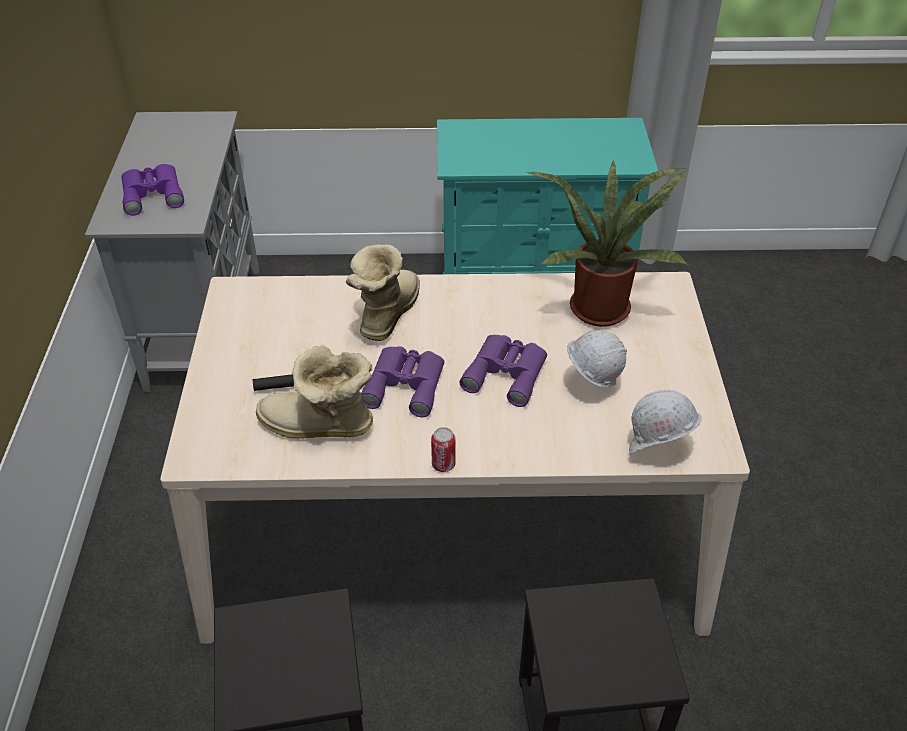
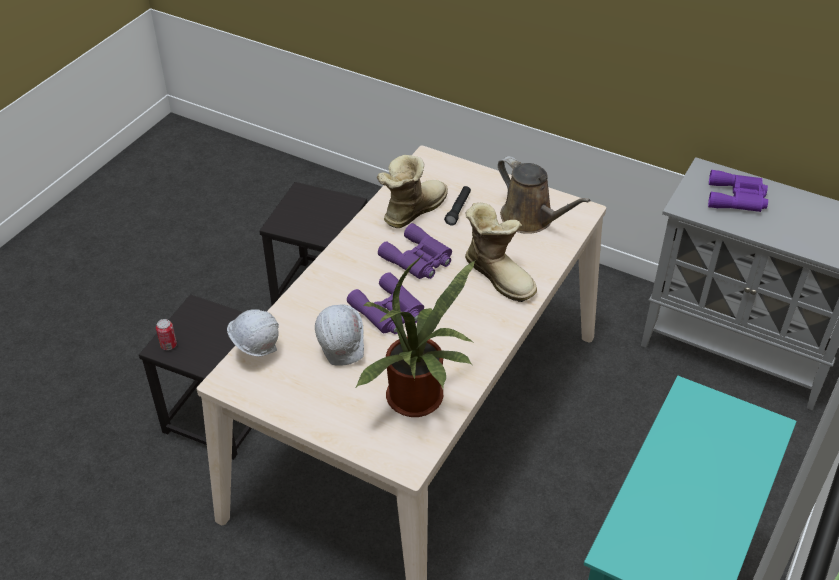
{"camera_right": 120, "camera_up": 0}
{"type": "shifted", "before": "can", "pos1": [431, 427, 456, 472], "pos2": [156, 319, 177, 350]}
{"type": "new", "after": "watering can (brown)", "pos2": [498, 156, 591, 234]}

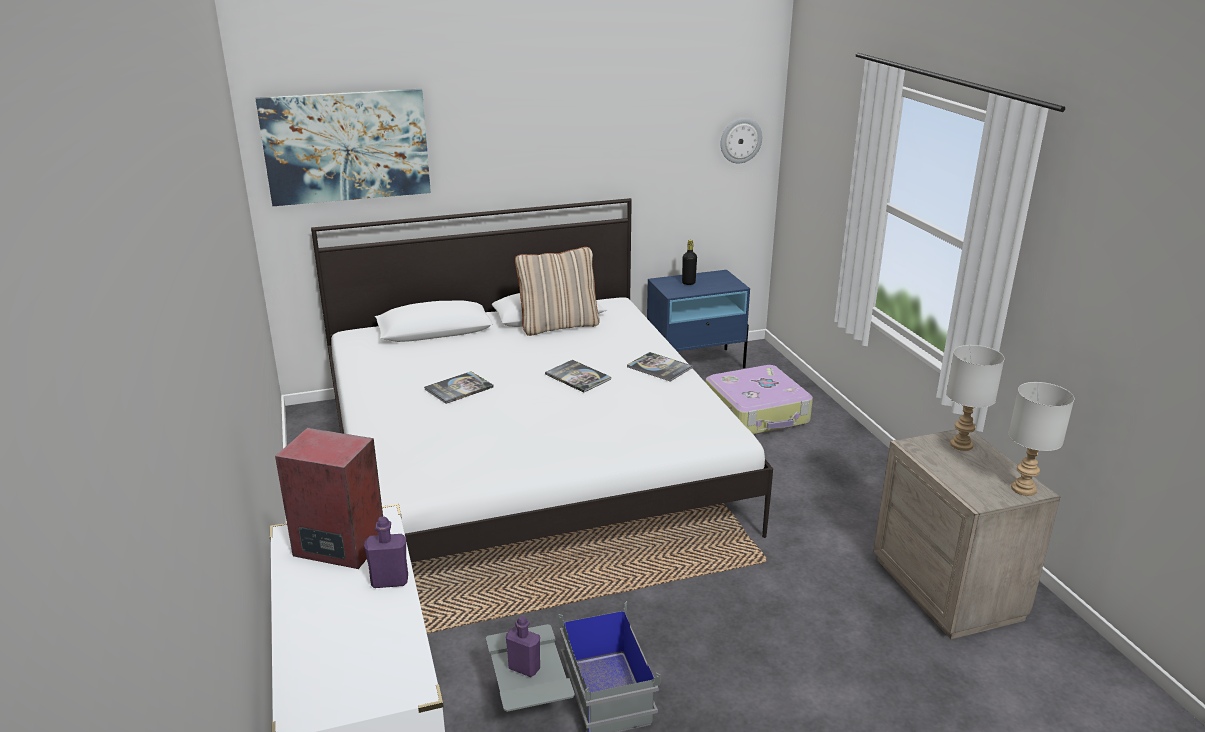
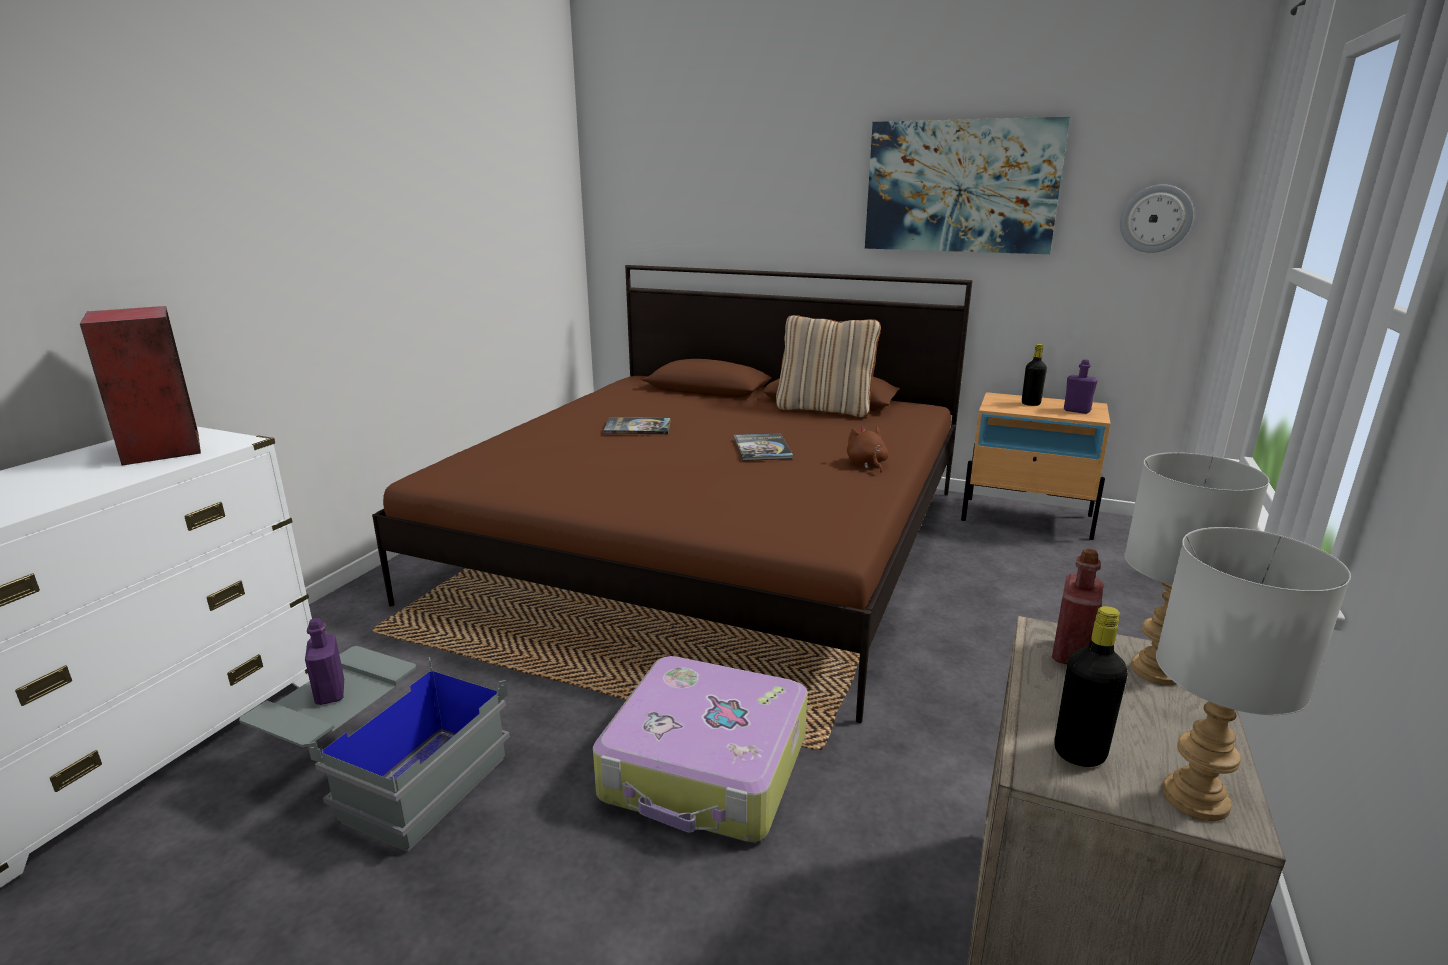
{"camera_right": 40, "camera_up": -5}
{"type": "repainted", "before": "bed (white)", "after": "bed (brown)", "pos1": [311, 198, 773, 562], "pos2": [372, 265, 972, 723]}
{"type": "shifted", "before": "suitcase", "pos1": [706, 365, 813, 435], "pos2": [593, 656, 808, 842]}
{"type": "swapped", "before": "book", "after": "plush toy (brown)", "pos1": [627, 352, 693, 381], "pos2": [847, 426, 889, 472]}
{"type": "shifted", "before": "picture", "pos1": [255, 89, 431, 206], "pos2": [865, 117, 1070, 254]}
{"type": "repainted", "before": "nightstand (blue)", "after": "nightstand (beige)", "pos1": [647, 270, 750, 368], "pos2": [961, 392, 1110, 540]}
{"type": "new", "after": "bottle (red)", "pos2": [1052, 548, 1103, 664]}
{"type": "new", "after": "bottle (black)", "pos2": [1055, 606, 1128, 767]}
{"type": "shifted", "before": "bottle (purple)", "pos1": [364, 517, 408, 588], "pos2": [1064, 359, 1098, 414]}

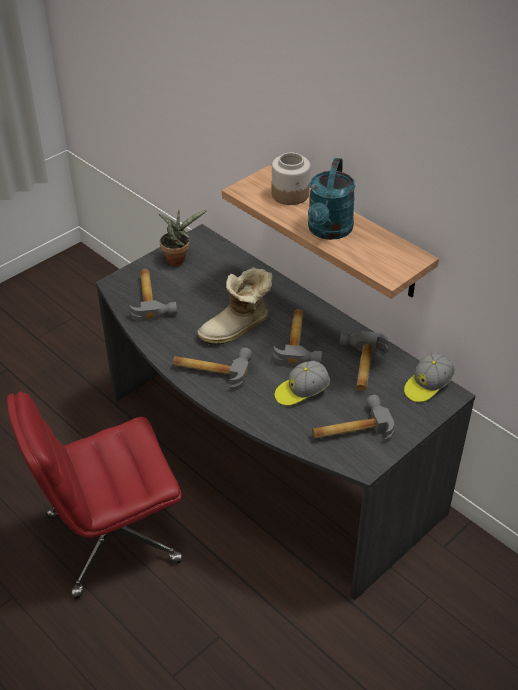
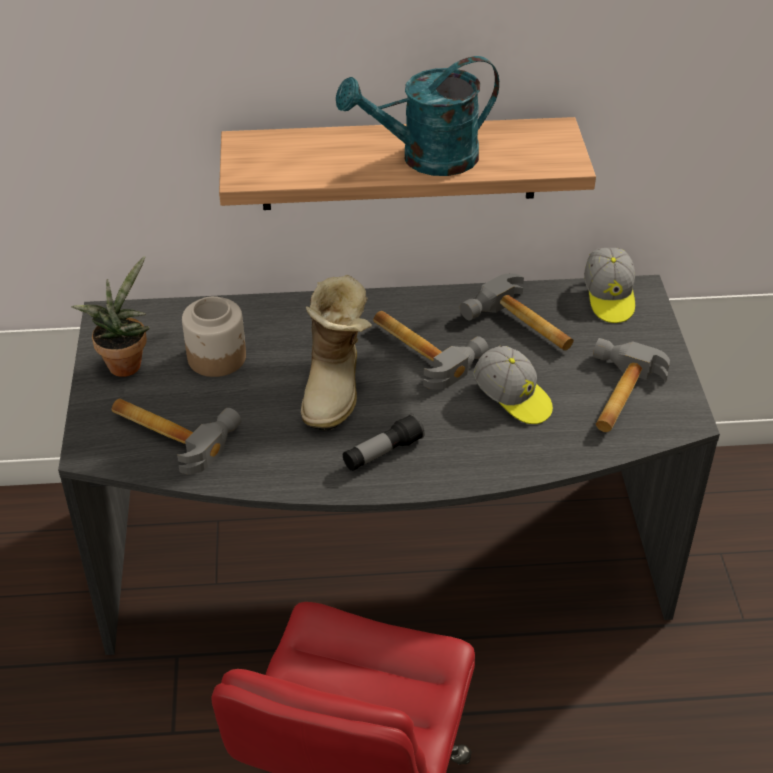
{"camera_right": -50, "camera_up": 0}
{"type": "shifted", "before": "jar", "pos1": [272, 152, 311, 205], "pos2": [182, 296, 246, 377]}
{"type": "rotated", "before": "watering can (turquoise)", "pos1": [308, 158, 356, 240], "pos2": [336, 56, 499, 176], "turn": 105}
{"type": "swapped", "before": "hammer", "after": "flashlight", "pos1": [173, 348, 252, 391], "pos2": [343, 414, 425, 471]}
{"type": "rotated", "before": "cap", "pos1": [275, 361, 330, 406], "pos2": [473, 346, 553, 424], "turn": -60}

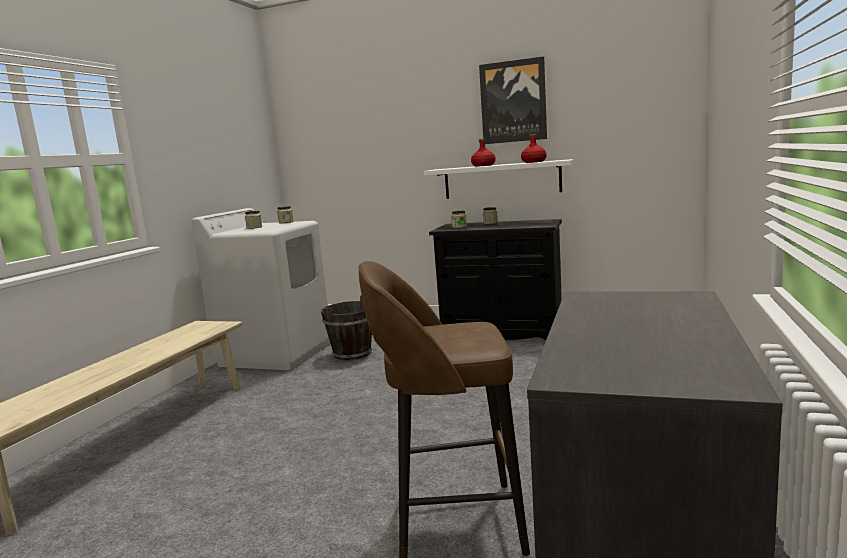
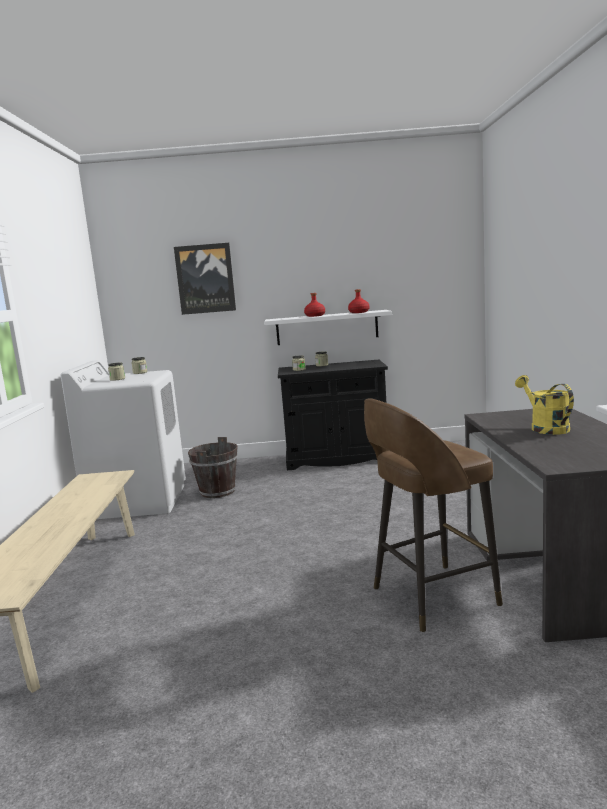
{"camera_right": -20, "camera_up": 0}
{"type": "shifted", "before": "picture", "pos1": [479, 56, 547, 144], "pos2": [174, 243, 236, 315]}
{"type": "new", "after": "watering can (yellow)", "pos2": [515, 375, 574, 435]}

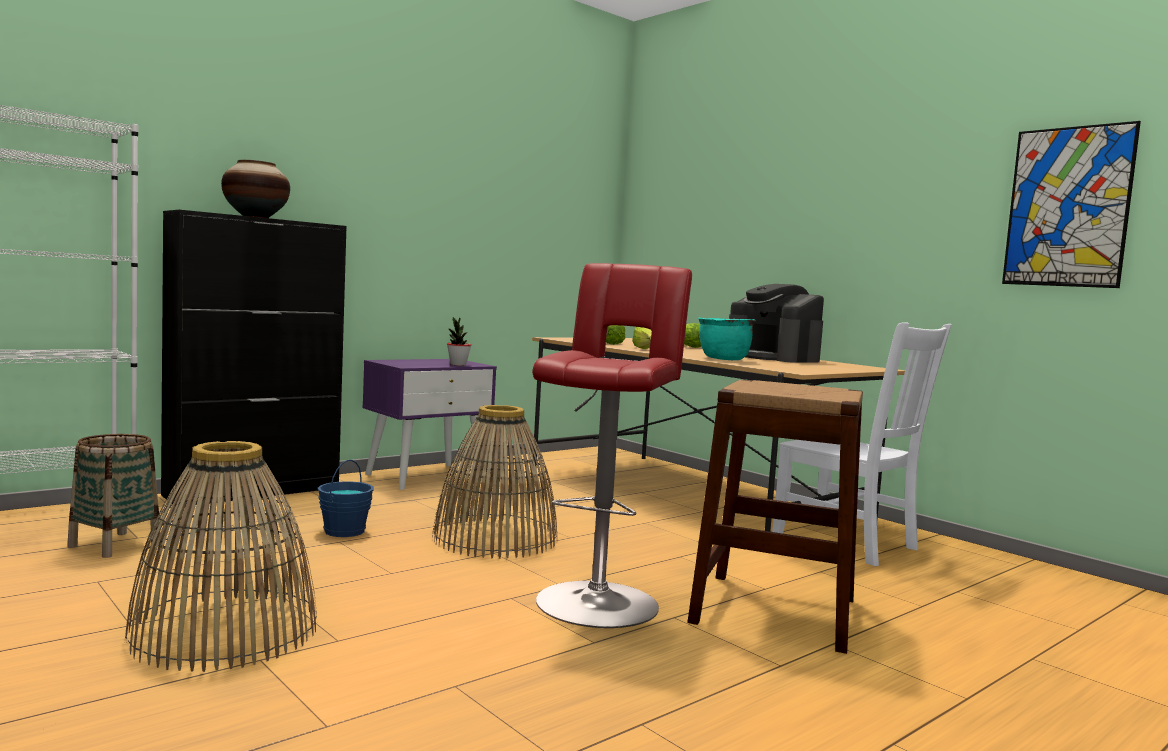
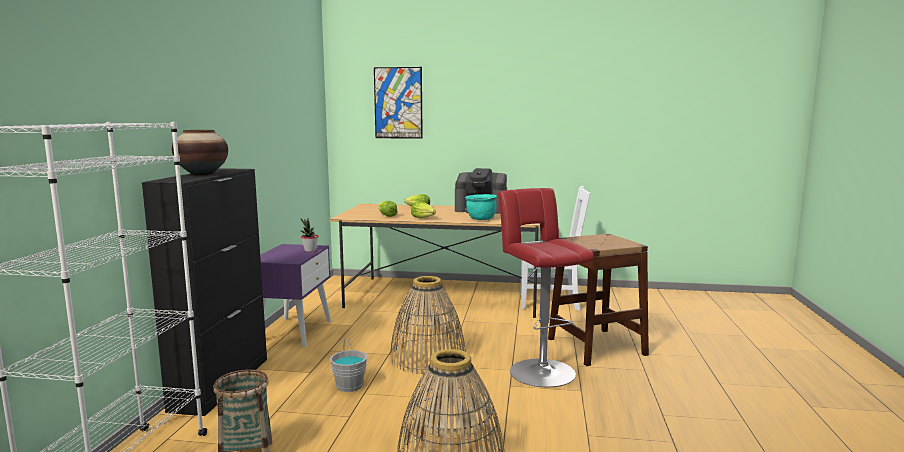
{"camera_right": -40, "camera_up": 5}
{"type": "repainted", "before": "bucket (blue)", "after": "bucket (grey)", "pos1": [318, 460, 374, 537], "pos2": [330, 338, 367, 392]}
{"type": "shifted", "before": "picture", "pos1": [1002, 121, 1141, 288], "pos2": [374, 67, 423, 139]}

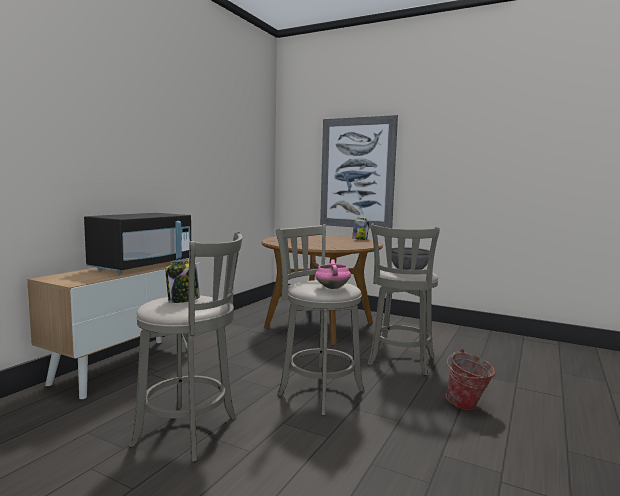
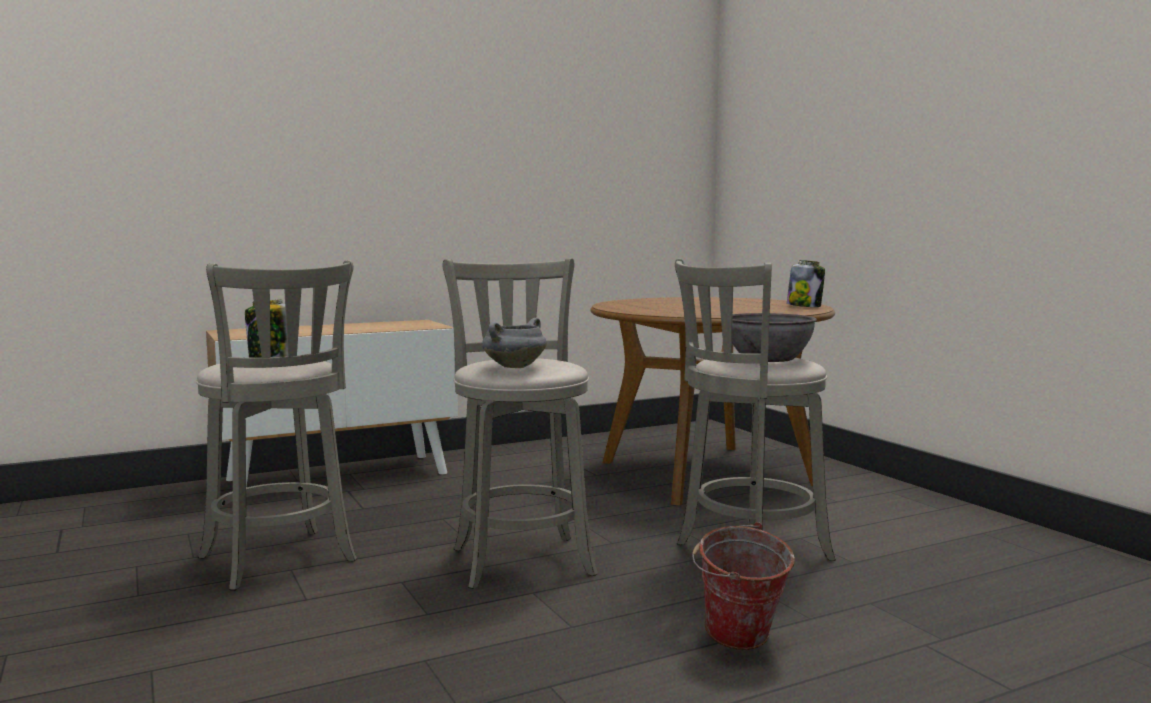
{"camera_right": 35, "camera_up": 0}
{"type": "repainted", "before": "cooking pot (pink)", "after": "cooking pot (grey)", "pos1": [315, 259, 351, 289], "pos2": [482, 318, 547, 368]}
{"type": "gone", "before": "microwave (black)", "pos1": [84, 213, 191, 273]}
{"type": "gone", "before": "picture", "pos1": [320, 115, 398, 229]}

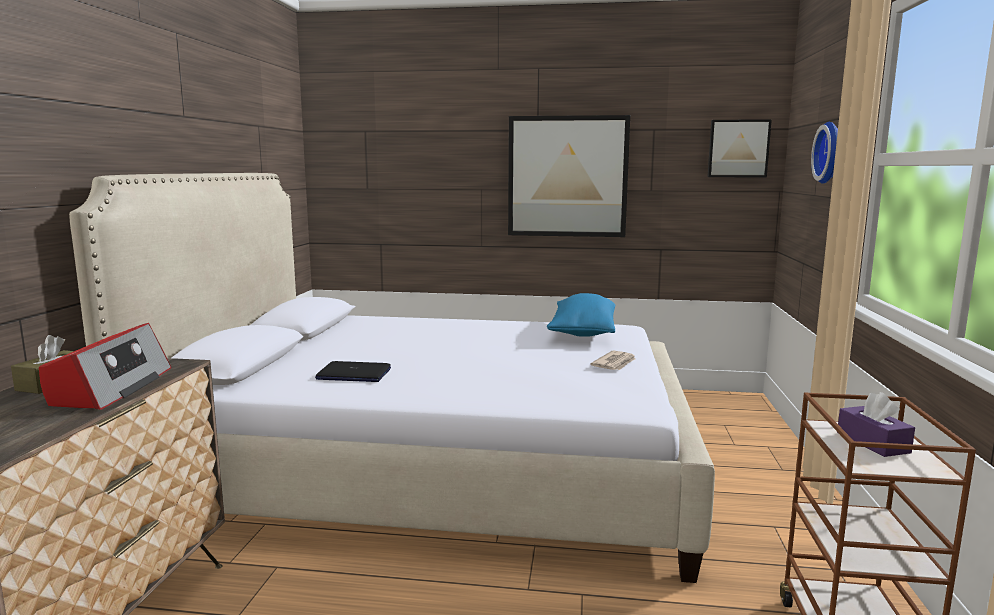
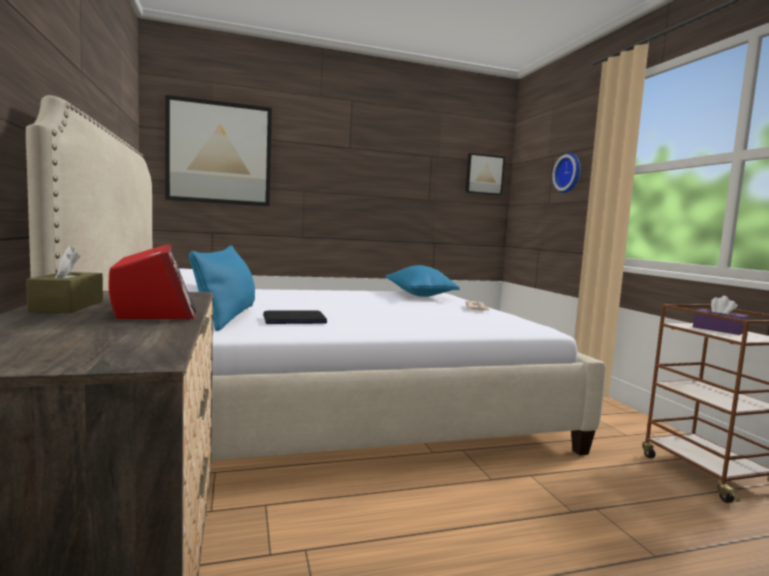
{"camera_right": -25, "camera_up": -5}
{"type": "shifted", "before": "picture", "pos1": [508, 115, 630, 237], "pos2": [165, 95, 272, 207]}
{"type": "new", "after": "pillow (blue)", "pos2": [189, 245, 255, 331]}

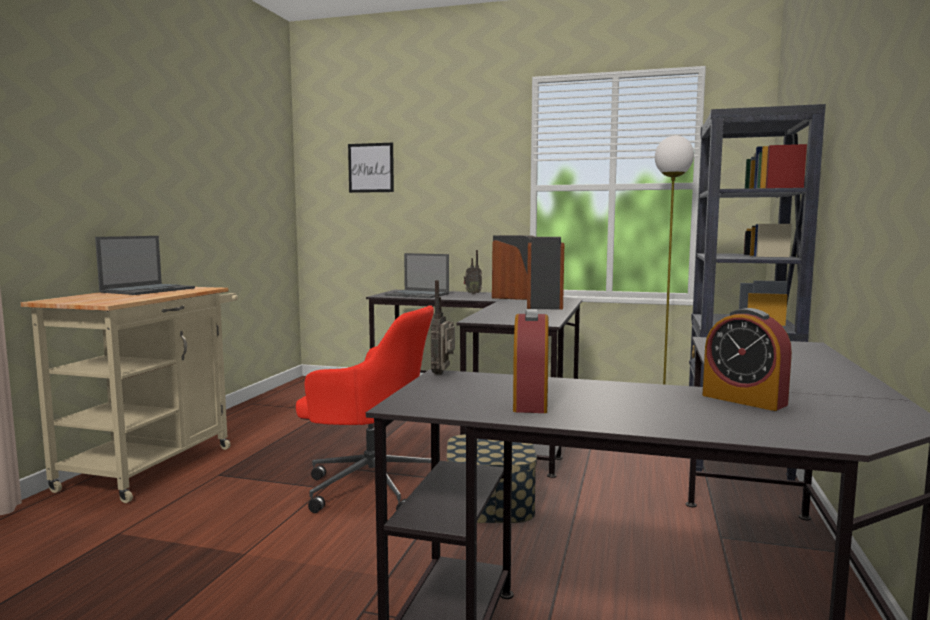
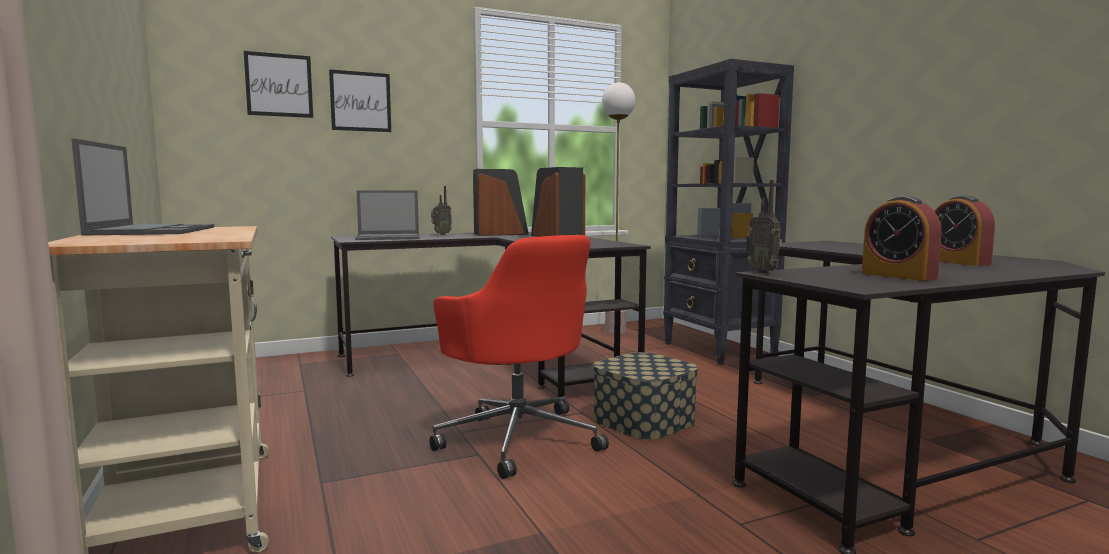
{"camera_right": -40, "camera_up": 0}
{"type": "new", "after": "picture", "pos2": [329, 69, 391, 132]}
{"type": "rotated", "before": "office chair (red)", "pos1": [296, 305, 434, 513], "pos2": [429, 235, 609, 479], "turn": 75}
{"type": "rotated", "before": "alarm clock", "pos1": [703, 308, 792, 411], "pos2": [935, 195, 995, 266], "turn": 60}

